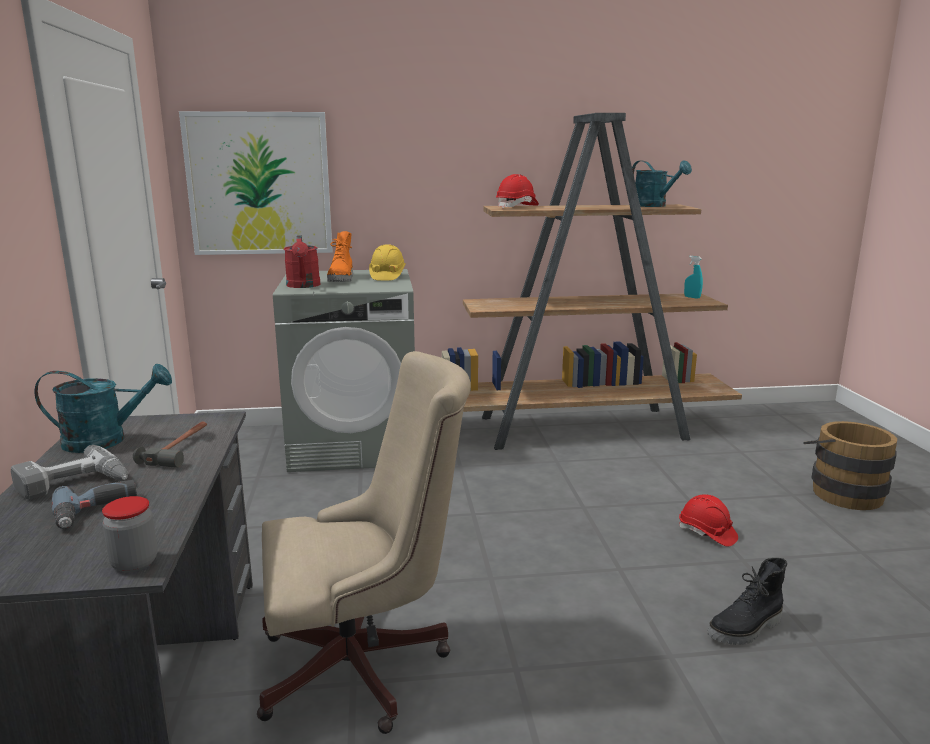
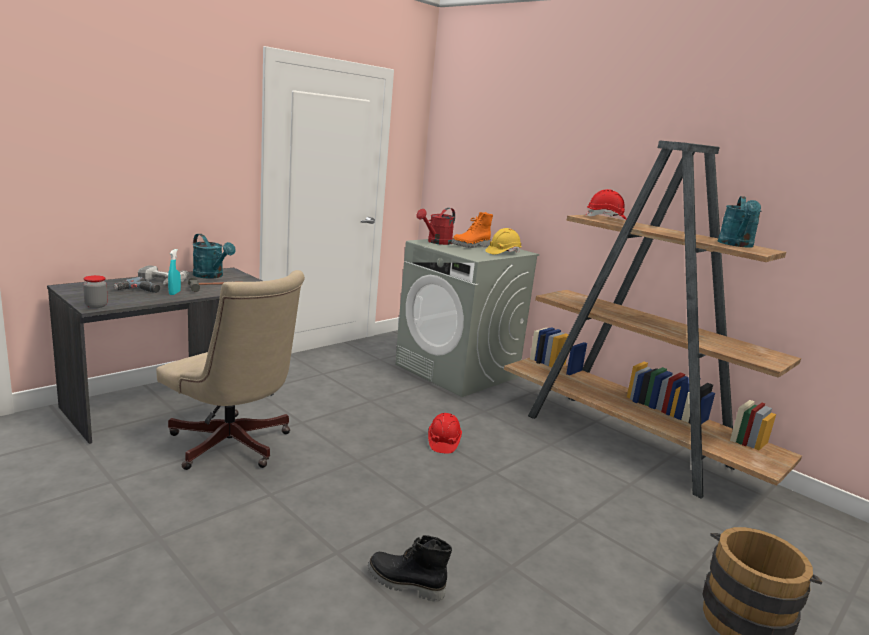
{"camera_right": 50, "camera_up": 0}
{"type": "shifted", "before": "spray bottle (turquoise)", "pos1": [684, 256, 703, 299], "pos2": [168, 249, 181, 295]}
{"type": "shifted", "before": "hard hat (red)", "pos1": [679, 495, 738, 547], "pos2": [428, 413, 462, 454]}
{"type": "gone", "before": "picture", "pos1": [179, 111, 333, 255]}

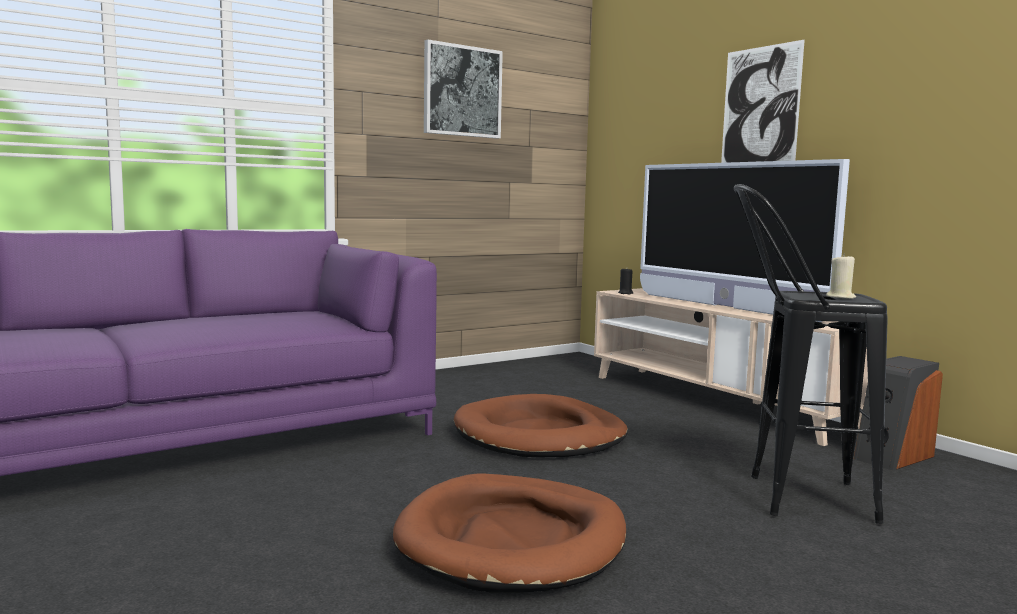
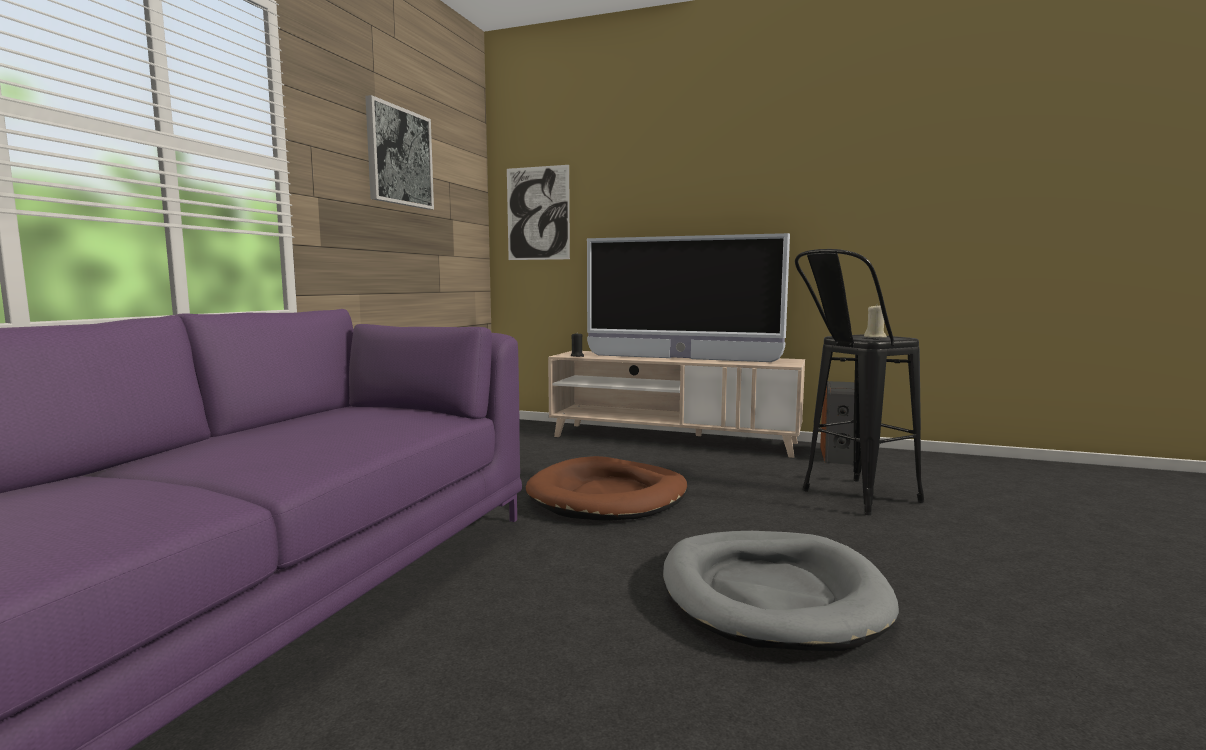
{"camera_right": -35, "camera_up": 0}
{"type": "shifted", "before": "picture", "pos1": [721, 40, 805, 163], "pos2": [507, 165, 570, 260]}
{"type": "repainted", "before": "dog bed (brown)", "after": "dog bed (grey)", "pos1": [393, 473, 626, 593], "pos2": [663, 531, 899, 651]}

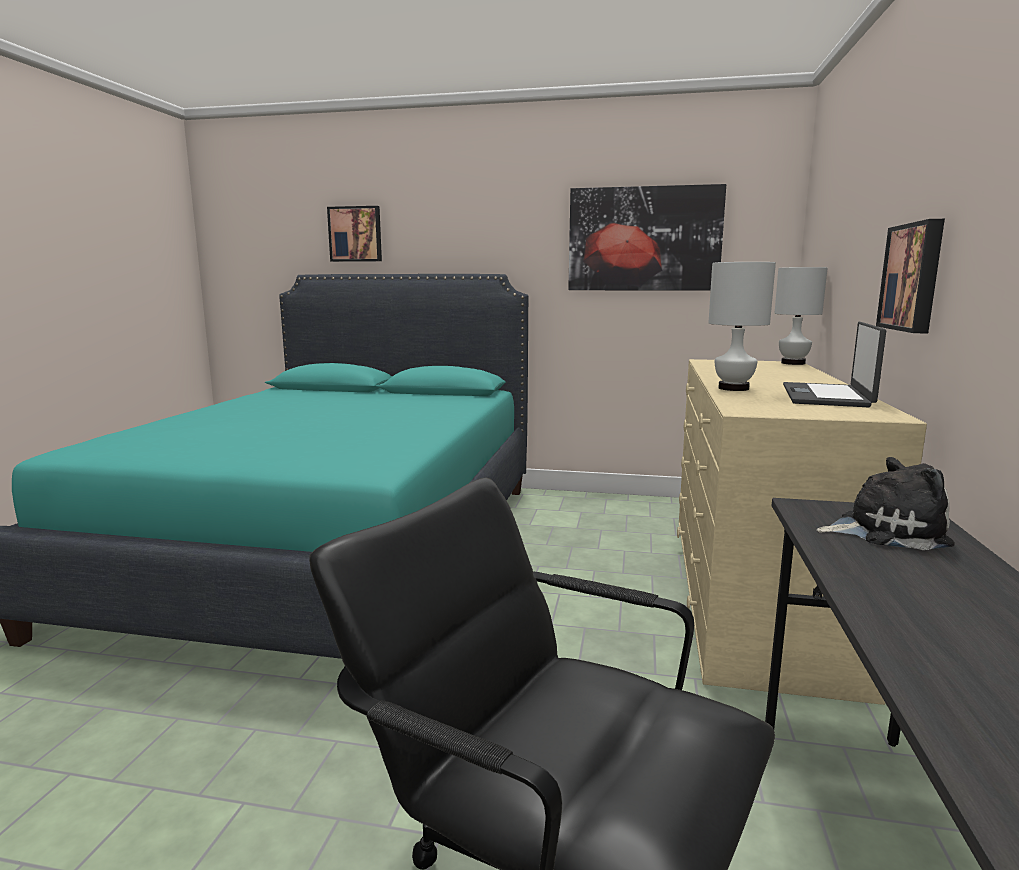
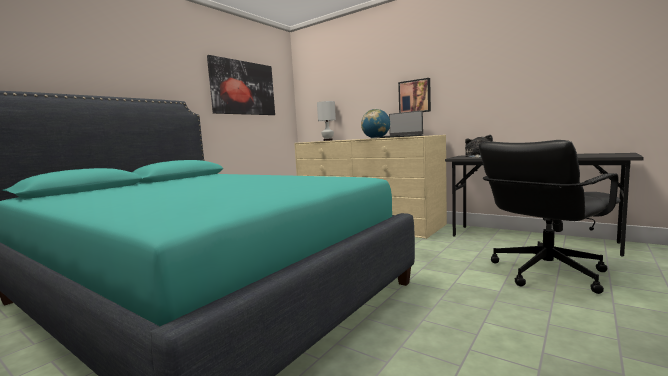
{"camera_right": -65, "camera_up": -5}
{"type": "swapped", "before": "table lamp (white)", "after": "globe", "pos1": [709, 262, 776, 391], "pos2": [361, 109, 390, 138]}
{"type": "gone", "before": "picture", "pos1": [327, 206, 382, 262]}

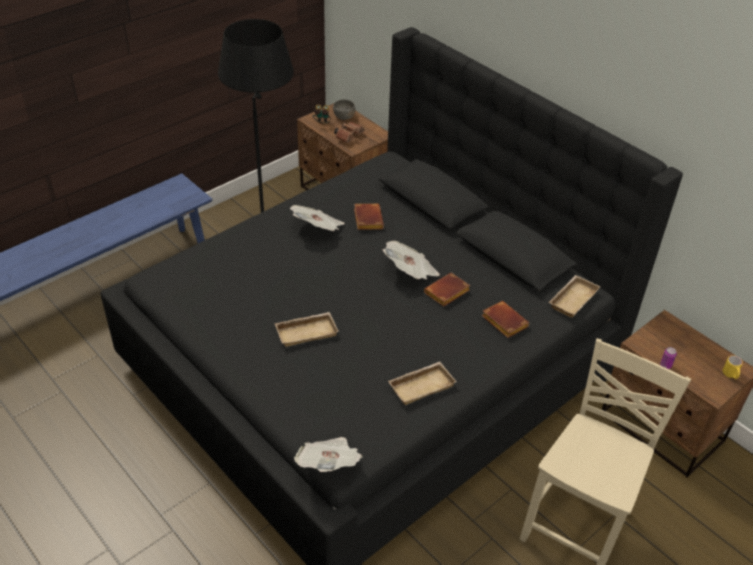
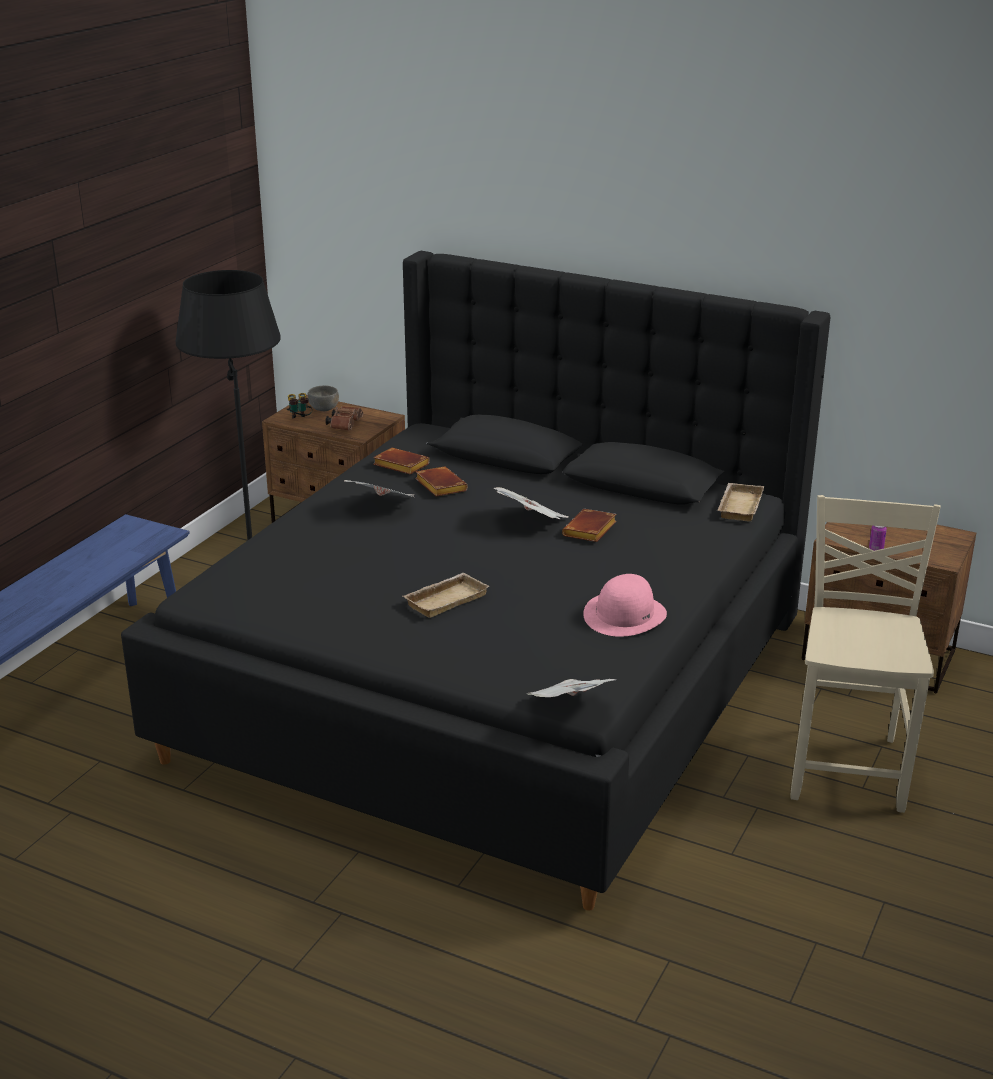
{"camera_right": -20, "camera_up": -15}
{"type": "shifted", "before": "book (brown)", "pos1": [481, 301, 530, 338], "pos2": [373, 448, 430, 475]}
{"type": "swapped", "before": "tray (beige)", "after": "hat (pink)", "pos1": [388, 361, 456, 405], "pos2": [583, 574, 667, 637]}
{"type": "gone", "before": "mug (yellow)", "pos1": [723, 355, 743, 379]}

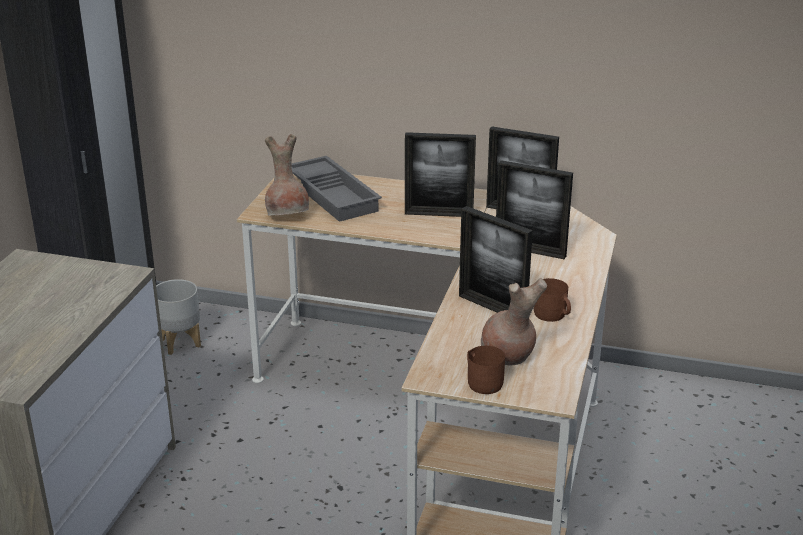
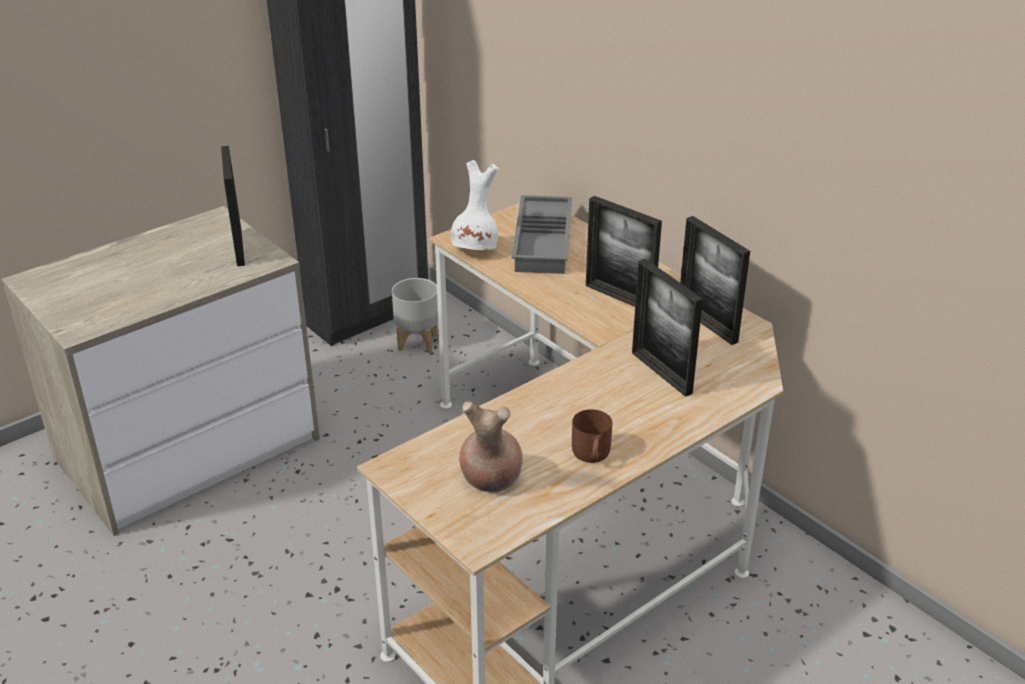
{"camera_right": 35, "camera_up": 5}
{"type": "shifted", "before": "picture frame", "pos1": [459, 206, 533, 313], "pos2": [221, 146, 245, 266]}
{"type": "repainted", "before": "vase (brown)", "after": "vase (white)", "pos1": [265, 134, 309, 216], "pos2": [451, 160, 499, 250]}
{"type": "gone", "before": "mug (brown)", "pos1": [467, 346, 505, 394]}

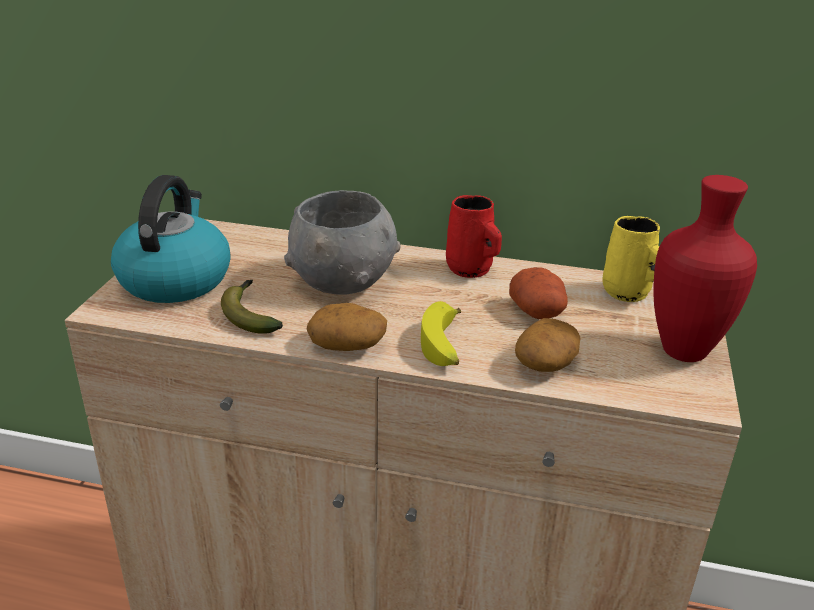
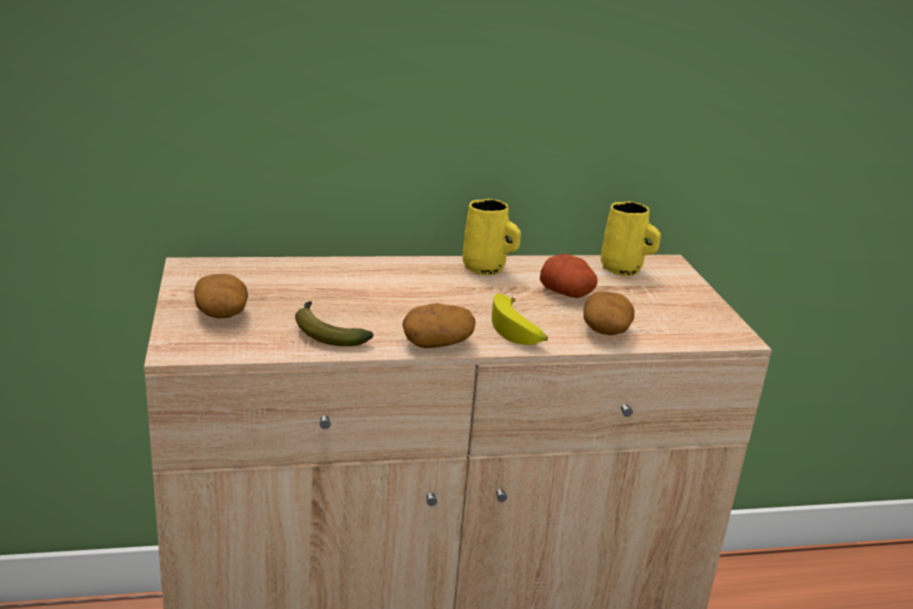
{"camera_right": -25, "camera_up": -5}
{"type": "swapped", "before": "kettle", "after": "potato", "pos1": [111, 175, 231, 303], "pos2": [194, 274, 248, 319]}
{"type": "repainted", "before": "mug (red)", "after": "mug (yellow)", "pos1": [446, 195, 502, 278], "pos2": [462, 199, 521, 275]}
{"type": "gone", "before": "bowl (grey)", "pos1": [284, 190, 401, 295]}
{"type": "gone", "before": "vase (red)", "pos1": [653, 175, 757, 362]}

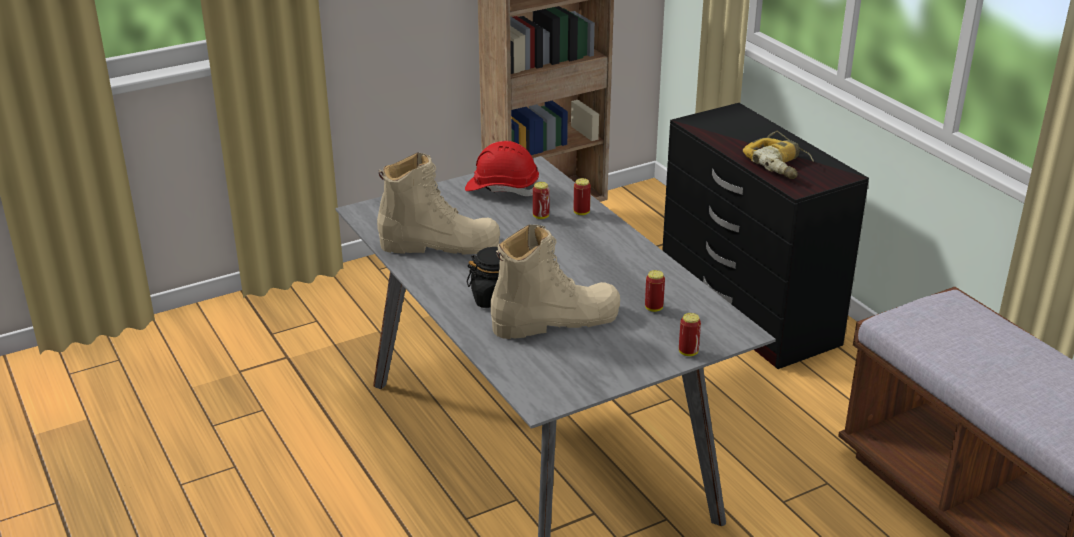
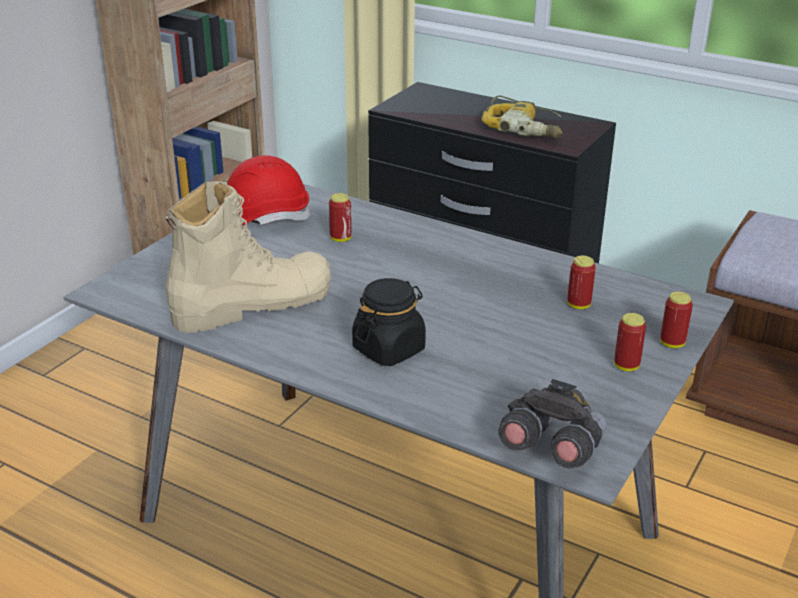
{"camera_right": -30, "camera_up": 0}
{"type": "new", "after": "binoculars (grey)", "pos2": [498, 379, 607, 468]}
{"type": "shifted", "before": "can", "pos1": [574, 178, 591, 215], "pos2": [614, 313, 646, 371]}
{"type": "gone", "before": "boot (beige)", "pos1": [491, 225, 620, 339]}

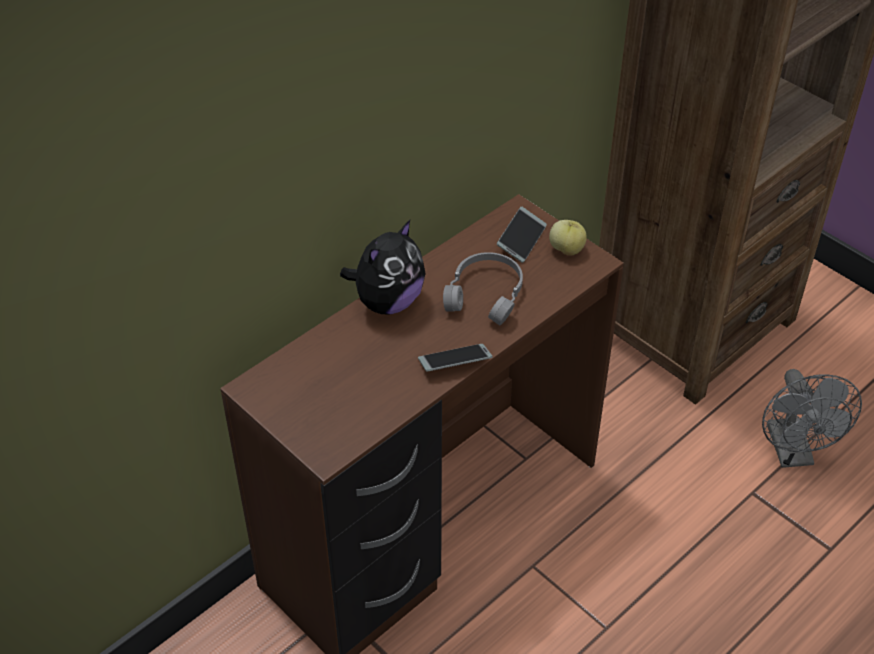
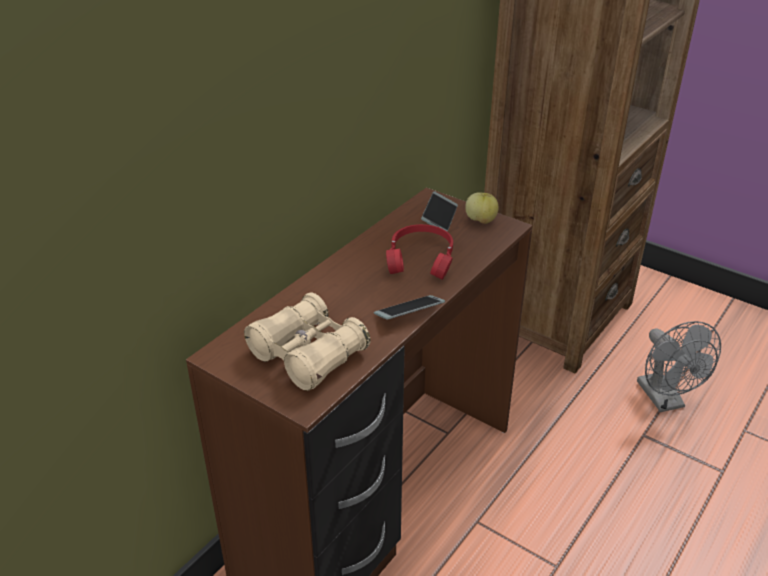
{"camera_right": -10, "camera_up": -10}
{"type": "new", "after": "binoculars (beige)", "pos2": [244, 293, 371, 391]}
{"type": "repainted", "before": "headphones (grey)", "after": "headphones (red)", "pos1": [443, 252, 523, 325], "pos2": [386, 224, 453, 280]}
{"type": "gone", "before": "plush toy", "pos1": [340, 220, 426, 314]}

